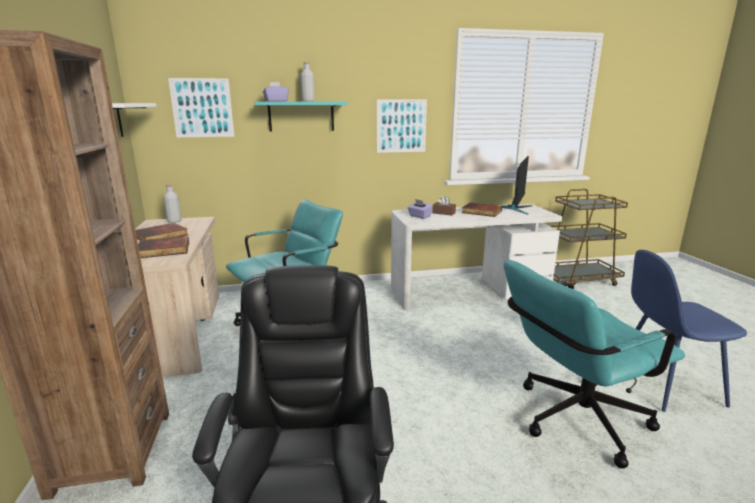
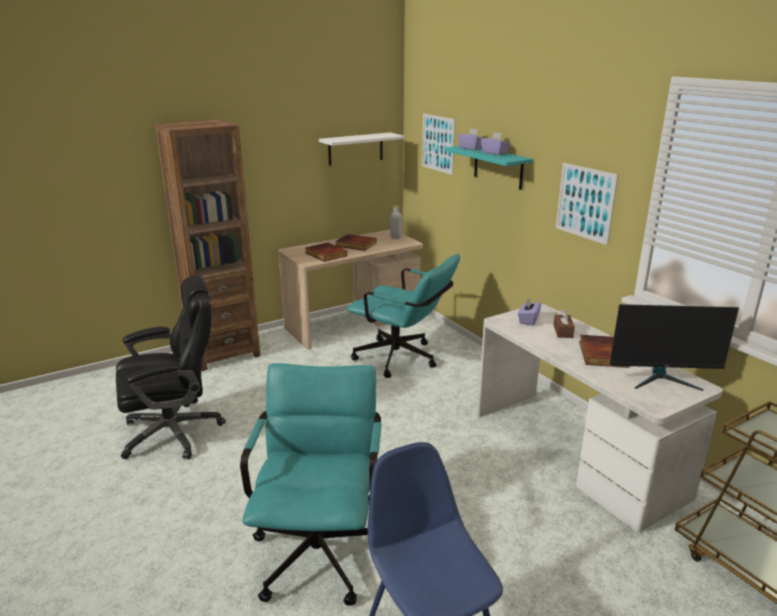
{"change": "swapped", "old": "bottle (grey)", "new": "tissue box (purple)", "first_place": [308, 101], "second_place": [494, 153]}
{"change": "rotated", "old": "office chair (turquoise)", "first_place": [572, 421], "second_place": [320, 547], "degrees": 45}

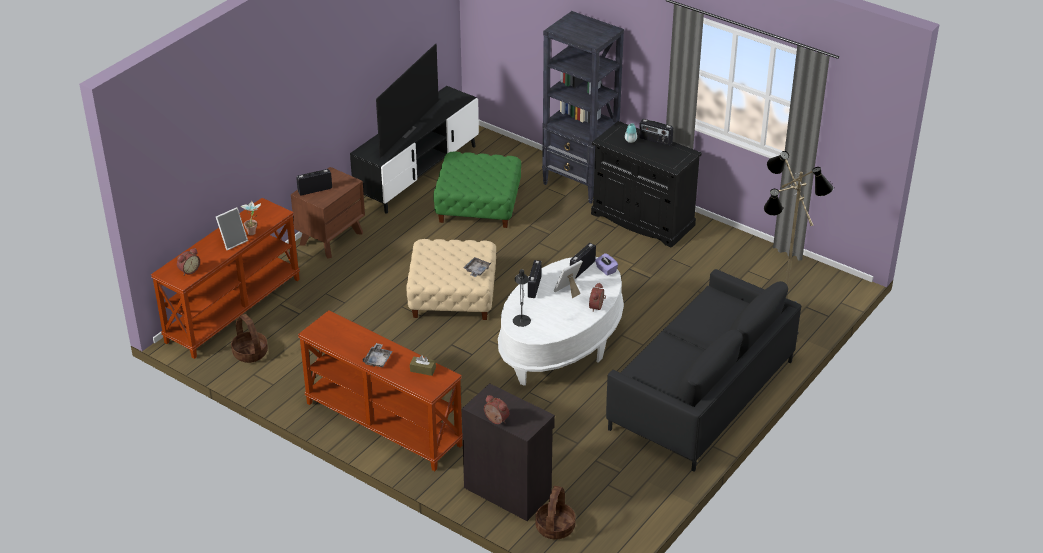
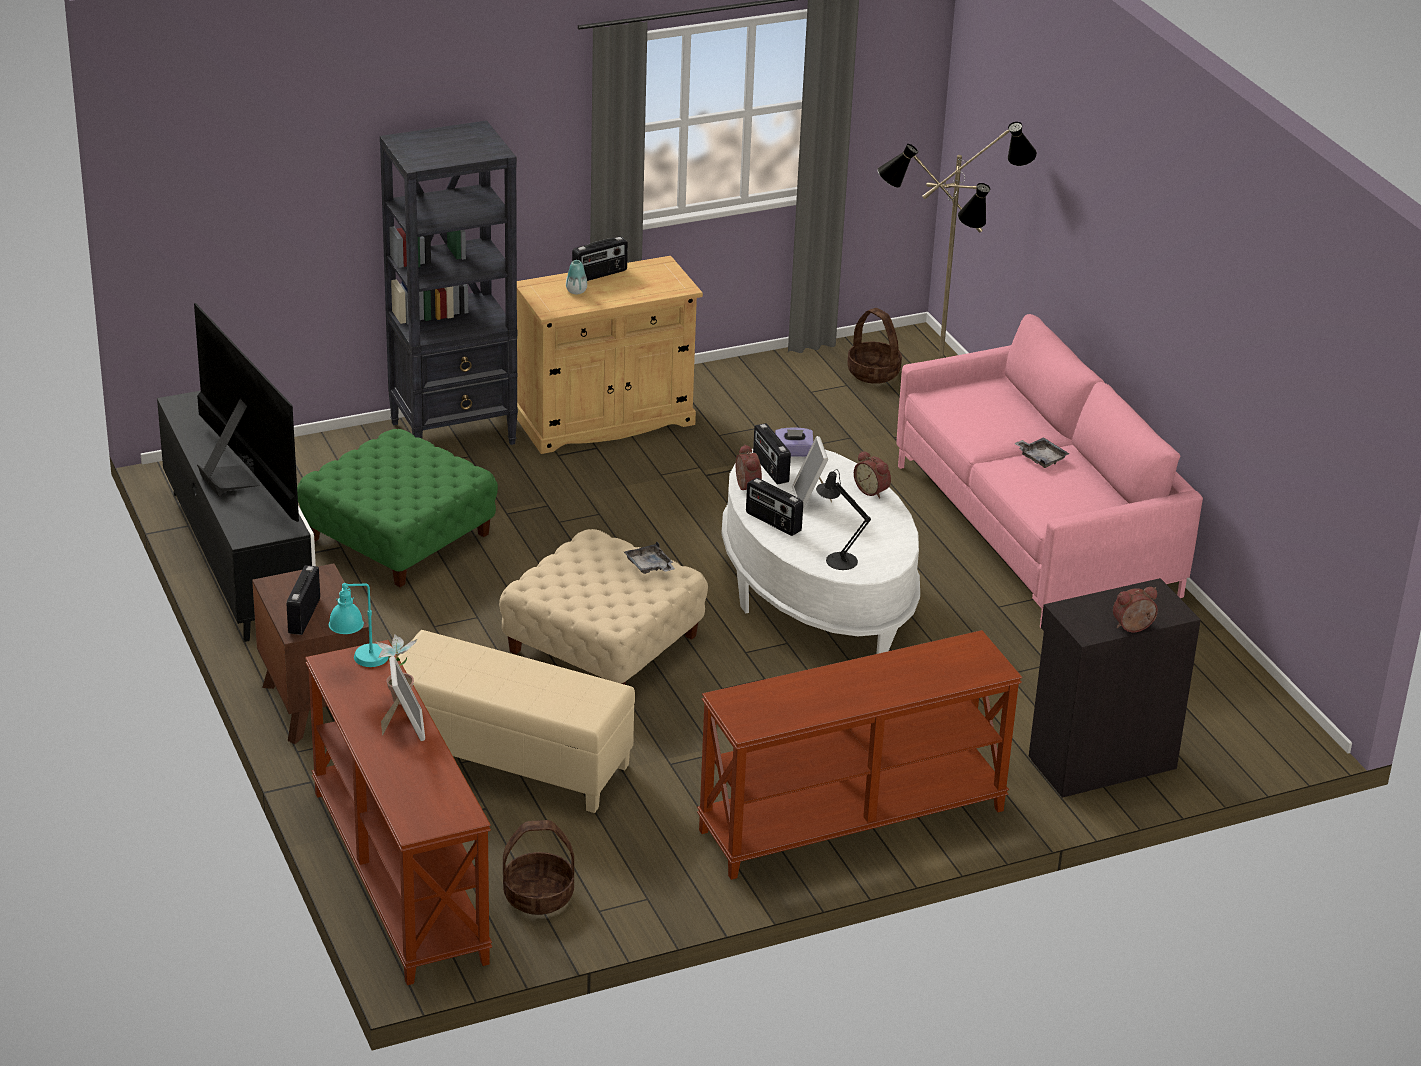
{"change": "shifted", "old": "alarm clock", "first_place": [189, 270], "second_place": [745, 487]}
{"change": "shifted", "old": "tray (grey)", "first_place": [378, 359], "second_place": [1041, 458]}
{"change": "gone", "old": "tissue box (brown)", "first_place": [423, 369]}
{"change": "shifted", "old": "basket", "first_place": [555, 527], "second_place": [874, 372]}
{"change": "repainted", "old": "cabinet (black)", "new": "cabinet (beige)", "first_place": [642, 220], "second_place": [605, 420]}
{"change": "repainted", "old": "sofa (black)", "new": "sofa (pink)", "first_place": [701, 395], "second_place": [1035, 530]}
{"change": "new", "new": "table lamp (turquoise)", "second_place": [360, 663]}
{"change": "new", "new": "ottoman (beige)", "second_place": [506, 759]}

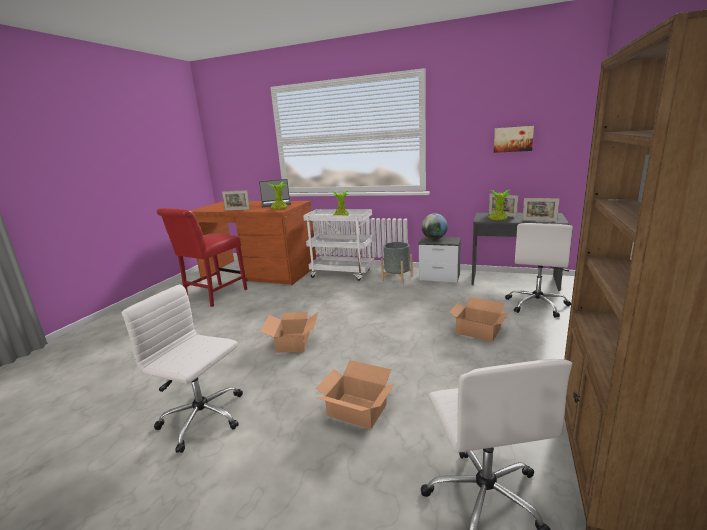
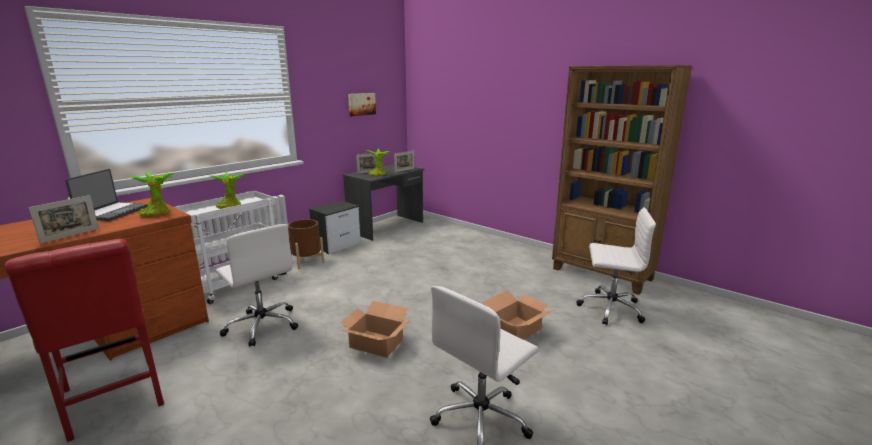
{"change": "repainted", "old": "planter (grey)", "new": "planter (brown)", "first_place": [397, 278], "second_place": [306, 261]}
{"change": "gone", "old": "globe", "first_place": [434, 239]}
{"change": "gone", "old": "cardboard box", "first_place": [478, 331]}
{"change": "shifted", "old": "office chair (white)", "first_place": [536, 305], "second_place": [262, 325]}

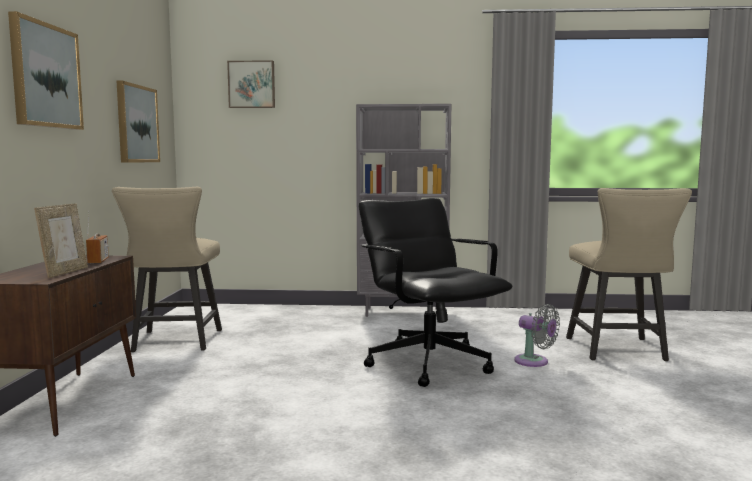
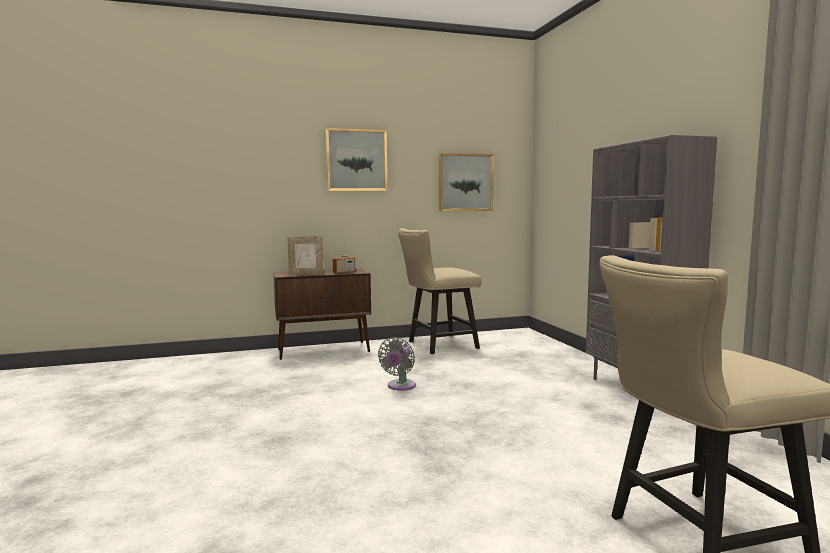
{"change": "gone", "old": "picture", "first_place": [252, 84]}
{"change": "gone", "old": "office chair (black)", "first_place": [429, 363]}
{"change": "shifted", "old": "fan (grey)", "first_place": [534, 362], "second_place": [400, 386]}

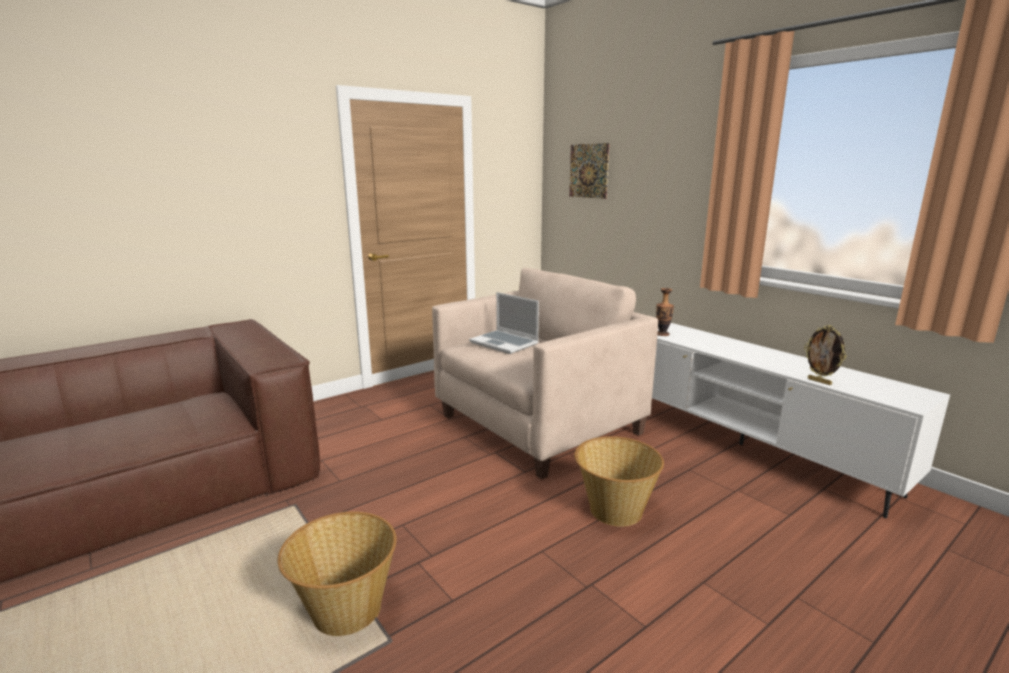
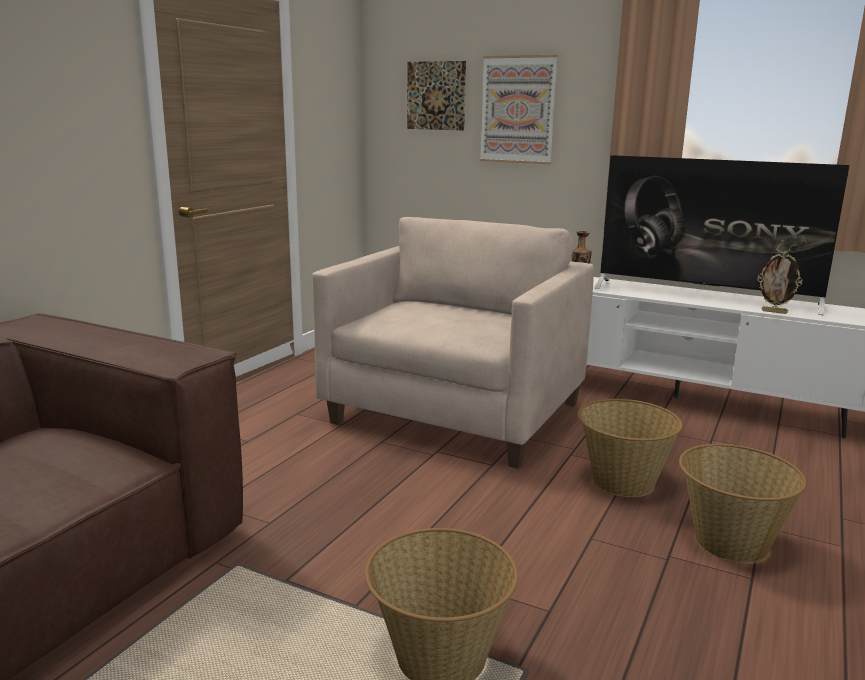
{"change": "gone", "old": "laptop", "first_place": [505, 343]}
{"change": "new", "new": "picture", "second_place": [518, 110]}
{"change": "new", "new": "television", "second_place": [705, 296]}
{"change": "new", "new": "basket", "second_place": [729, 542]}

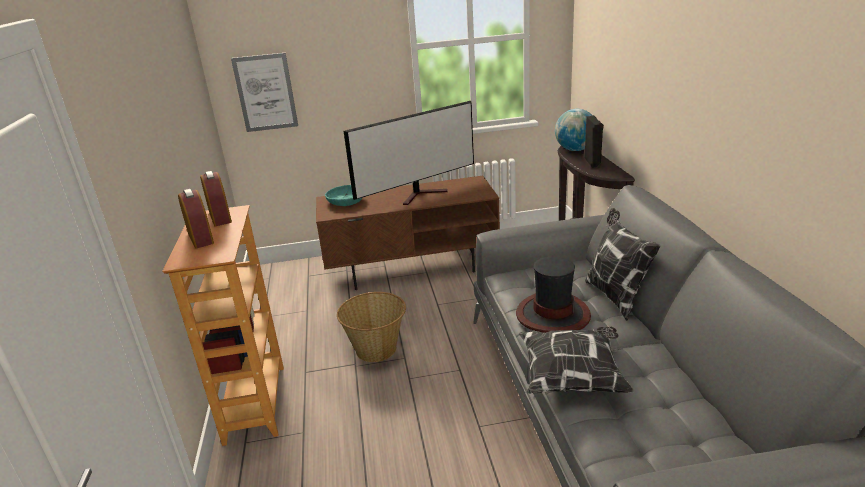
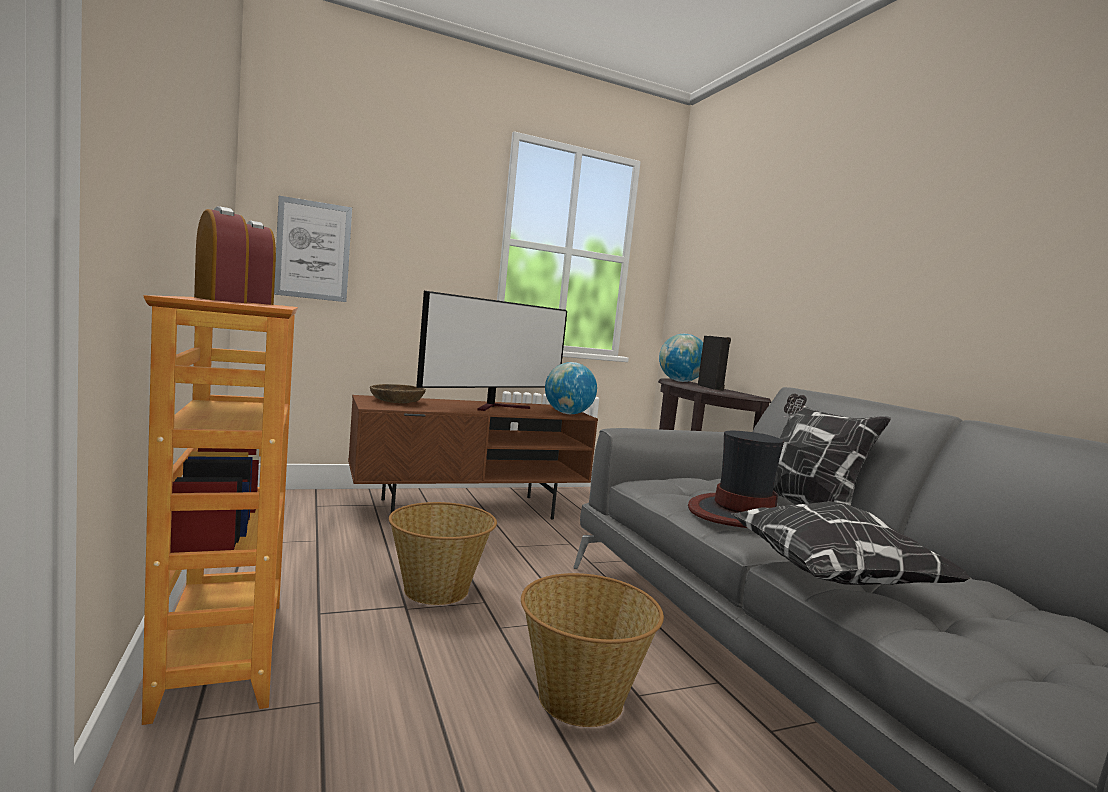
{"change": "repainted", "old": "bowl (turquoise)", "new": "bowl (brown)", "first_place": [346, 201], "second_place": [397, 401]}
{"change": "new", "new": "basket", "second_place": [580, 697]}
{"change": "new", "new": "globe", "second_place": [568, 413]}

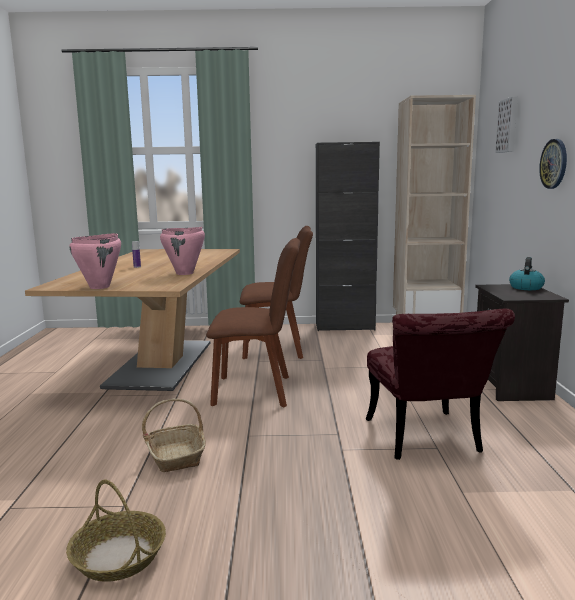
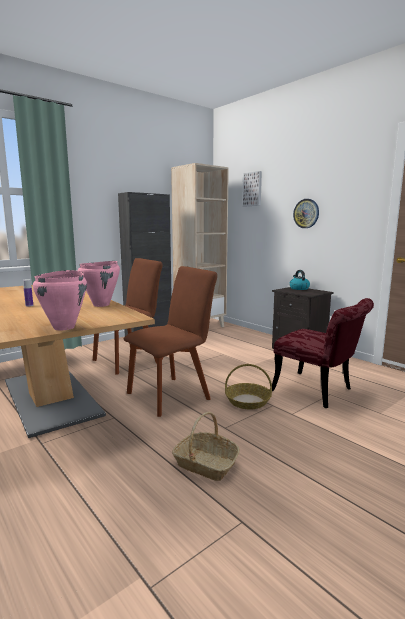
{"change": "shifted", "old": "basket", "first_place": [118, 556], "second_place": [247, 401]}

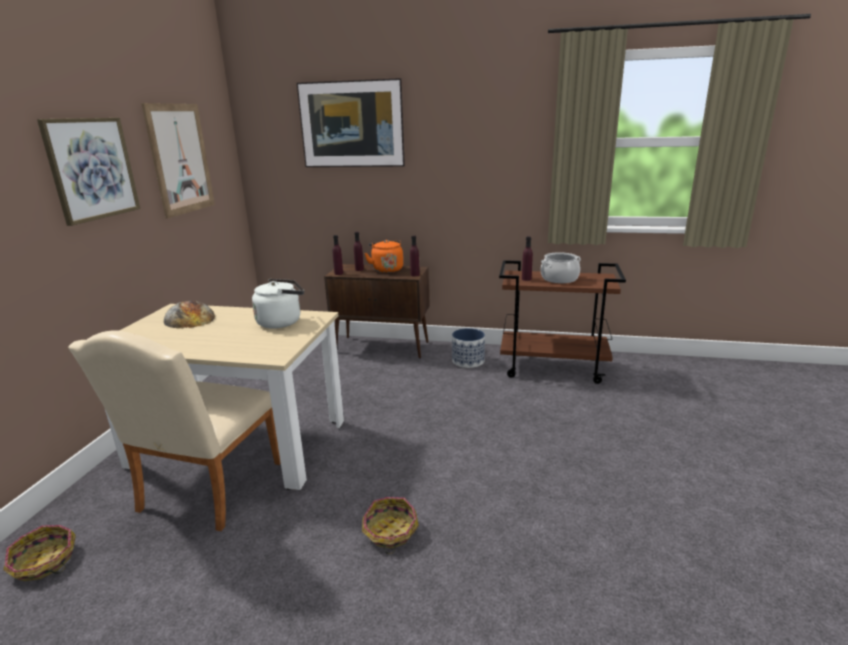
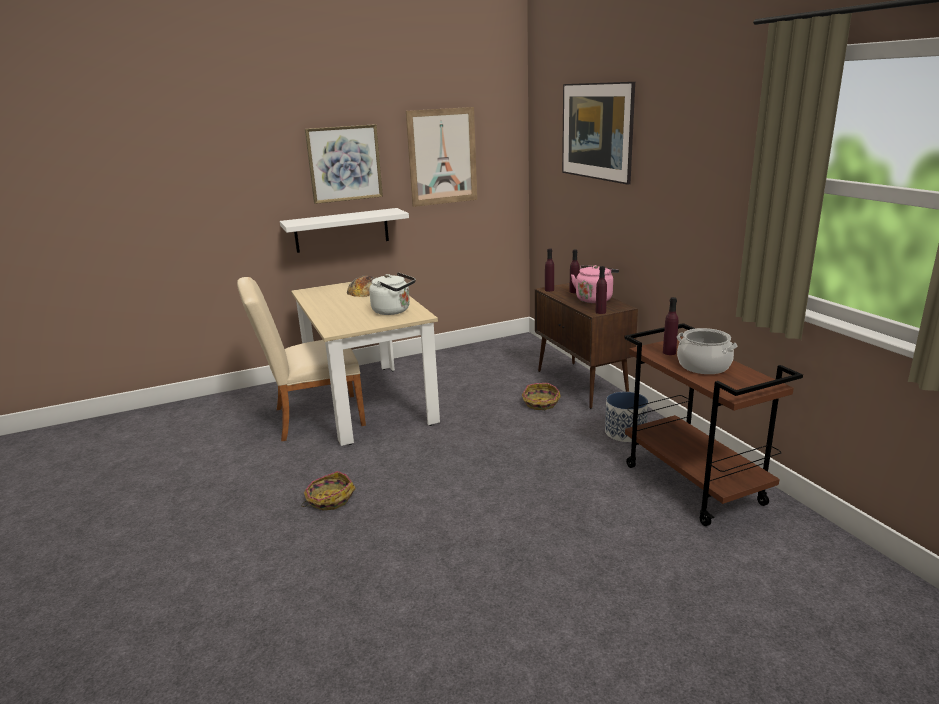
{"change": "shifted", "old": "basket", "first_place": [44, 563], "second_place": [540, 404]}
{"change": "repainted", "old": "kettle (orange)", "new": "kettle (pink)", "first_place": [386, 269], "second_place": [594, 299]}
{"change": "new", "new": "shelf (white)", "second_place": [342, 230]}

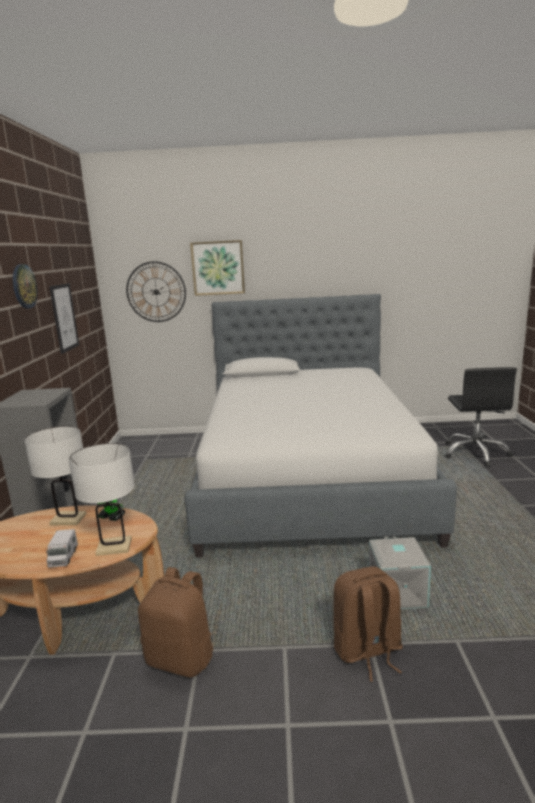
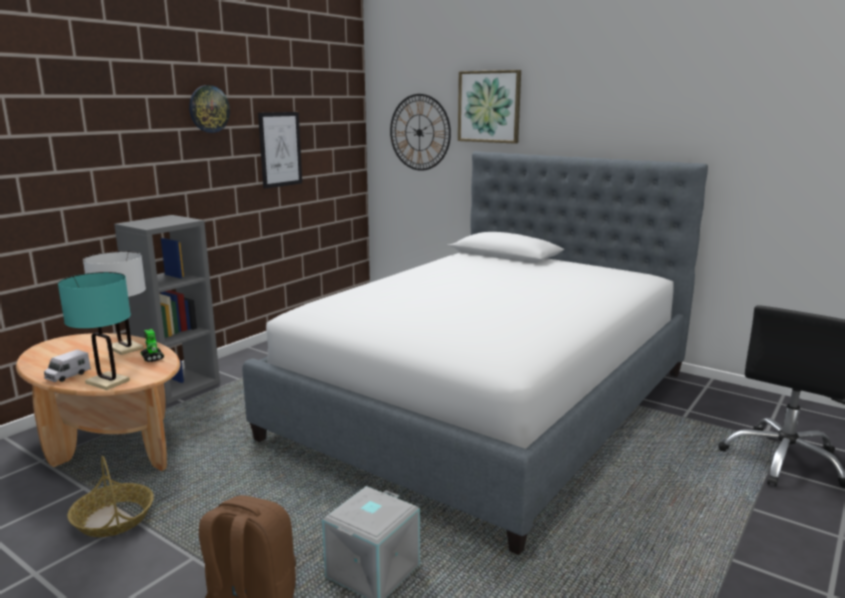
{"change": "repainted", "old": "table lamp (white)", "new": "table lamp (turquoise)", "first_place": [114, 547], "second_place": [107, 382]}
{"change": "swapped", "old": "backpack (brown)", "new": "basket", "first_place": [181, 658], "second_place": [114, 519]}

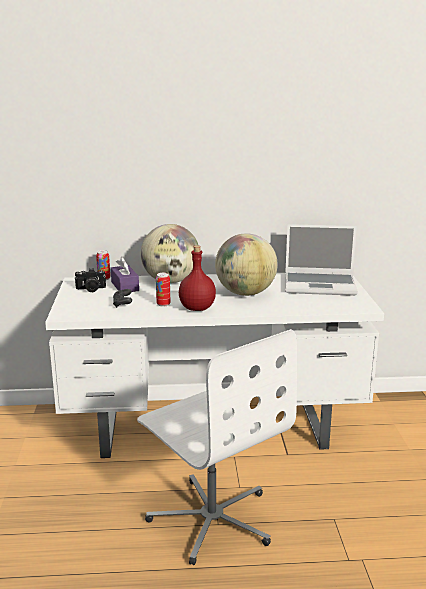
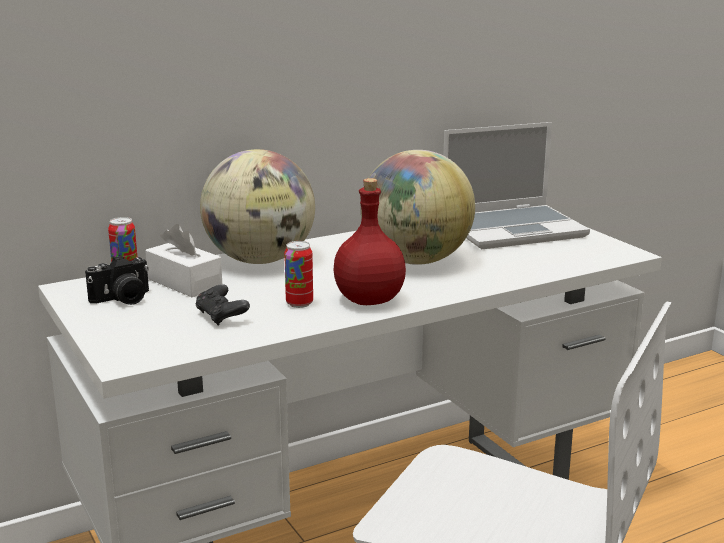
{"change": "repainted", "old": "tissue box (purple)", "new": "tissue box (white)", "first_place": [125, 286], "second_place": [184, 283]}

